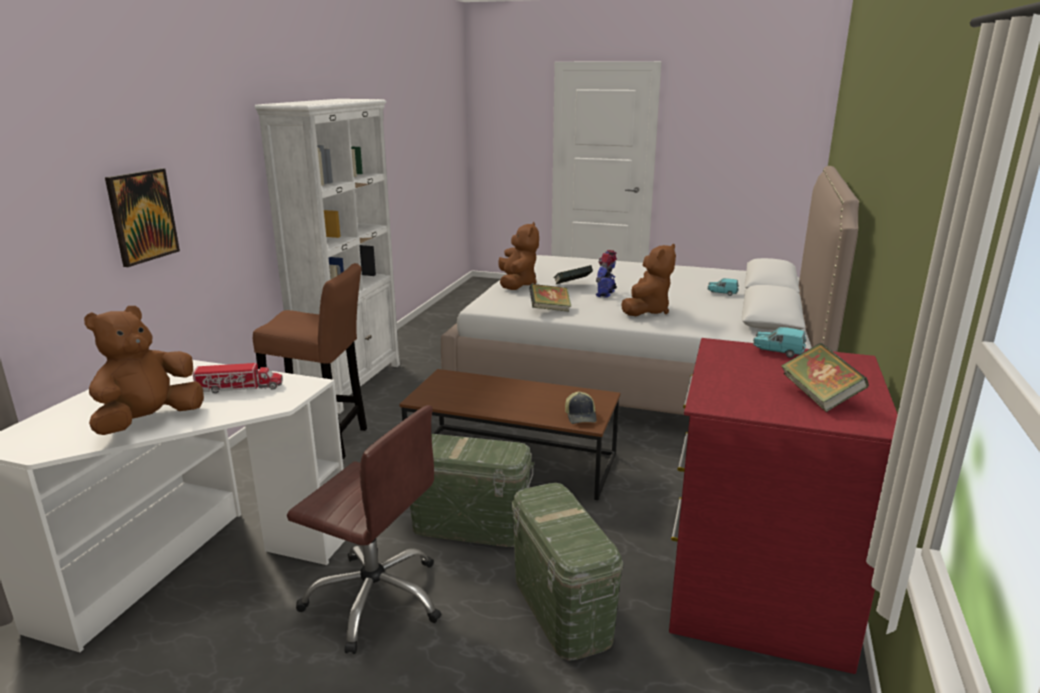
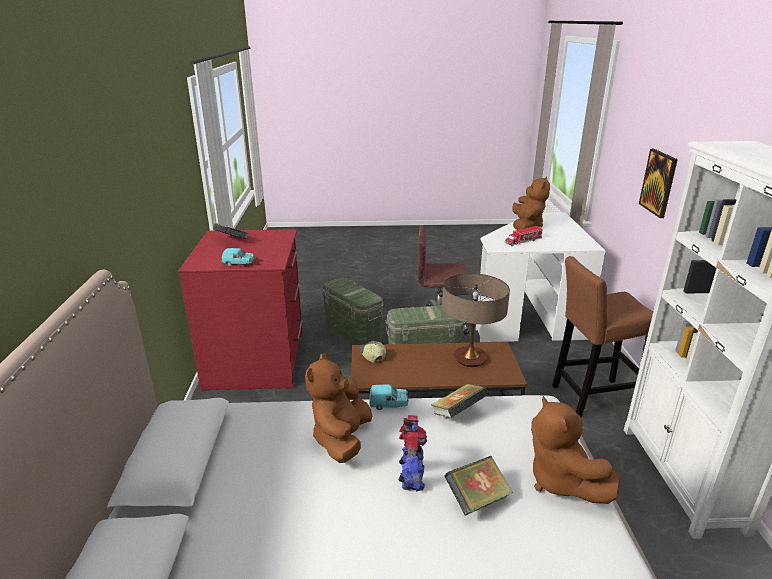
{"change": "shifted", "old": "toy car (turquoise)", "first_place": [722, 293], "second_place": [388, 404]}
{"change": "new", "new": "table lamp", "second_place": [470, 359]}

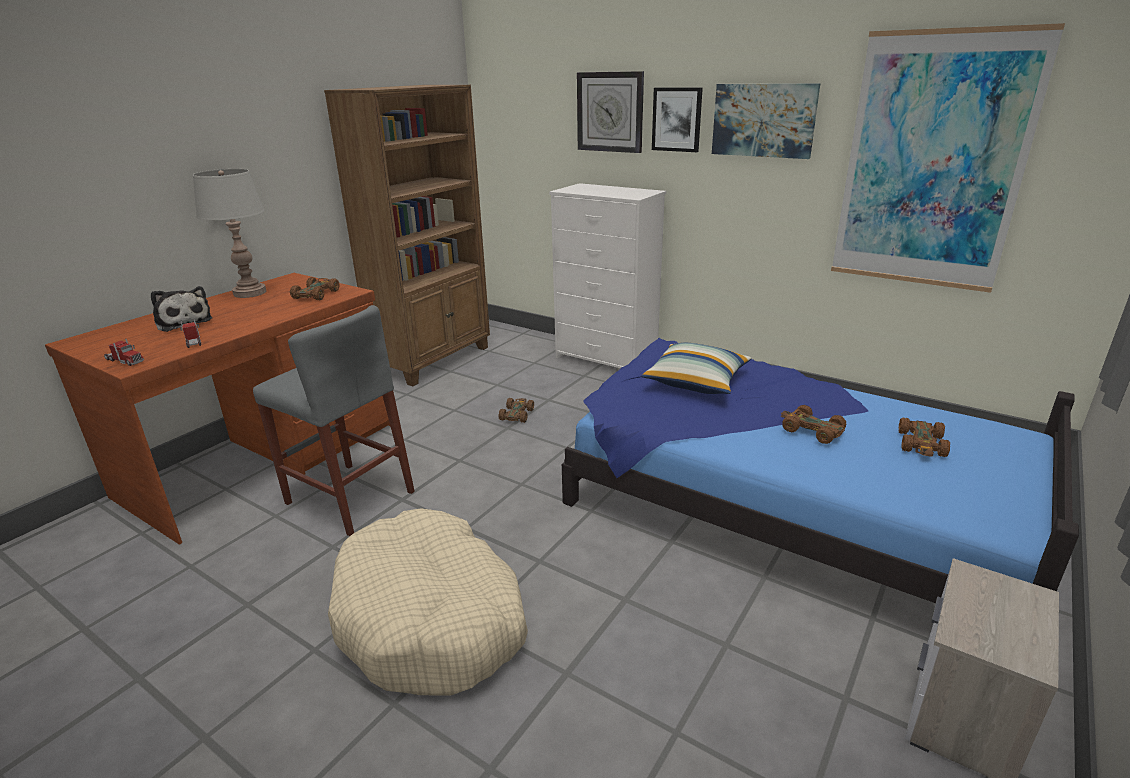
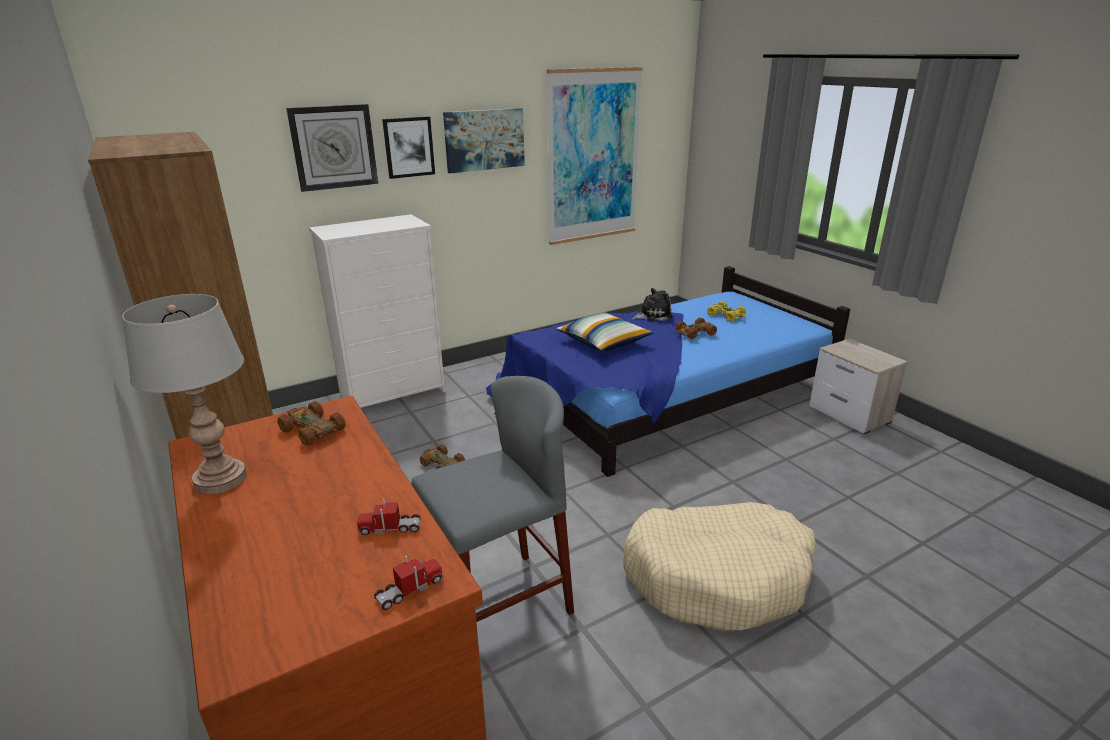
{"change": "shifted", "old": "plush toy", "first_place": [183, 322], "second_place": [652, 315]}
{"change": "repainted", "old": "toy car (brown)", "new": "toy car (yellow)", "first_place": [922, 444], "second_place": [726, 315]}

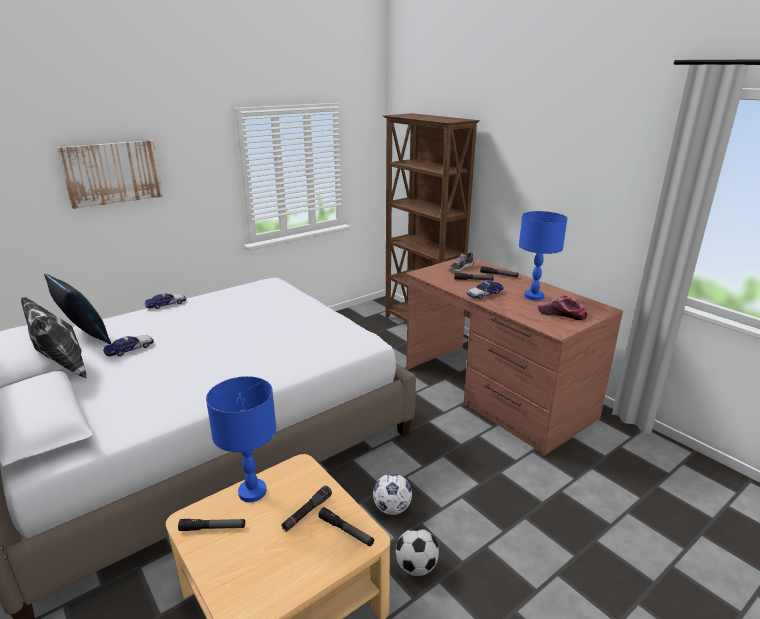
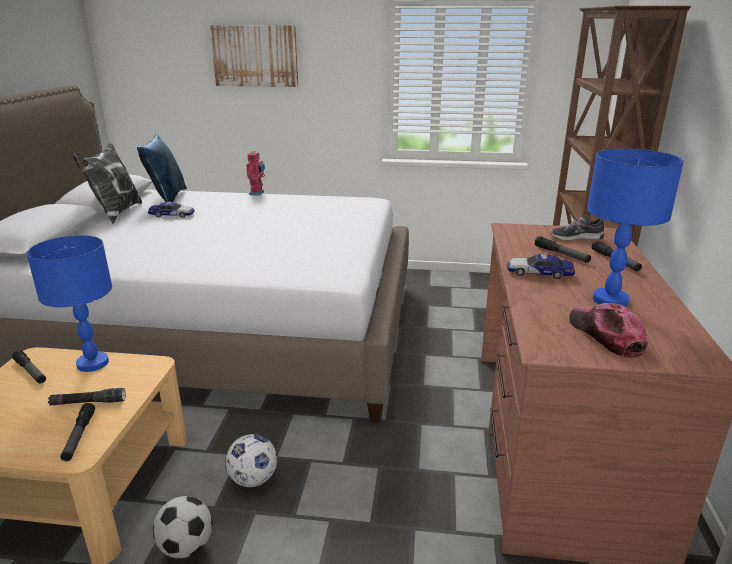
{"change": "swapped", "old": "toy car", "new": "toy robot", "first_place": [166, 304], "second_place": [257, 193]}

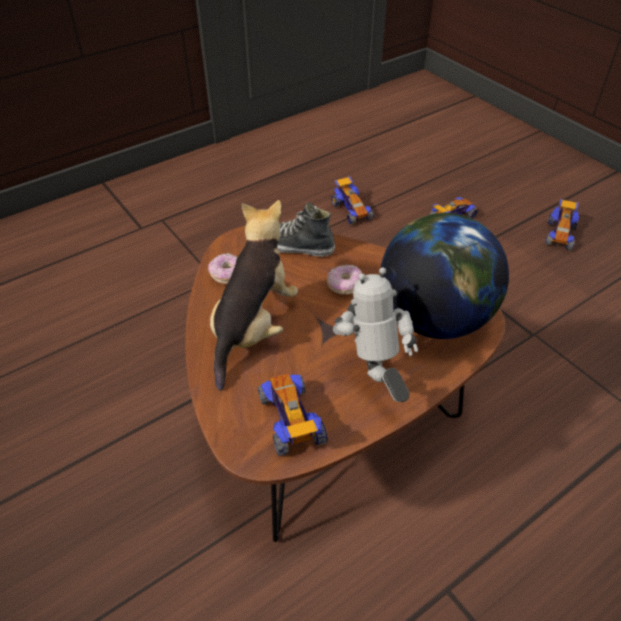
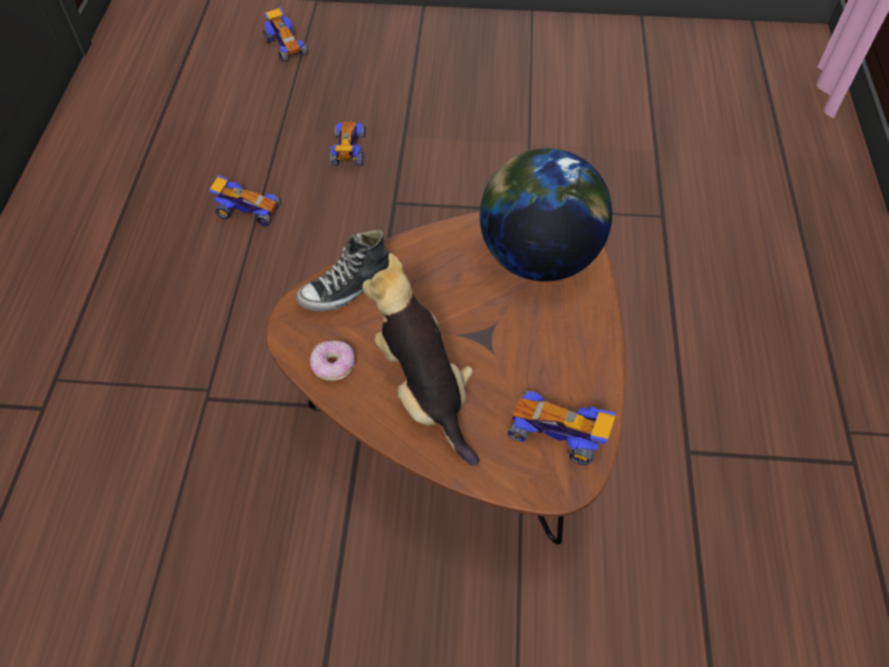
{"change": "gone", "old": "donut", "first_place": [344, 286]}
{"change": "gone", "old": "toy robot", "first_place": [373, 381]}
{"change": "shifted", "old": "toy car", "first_place": [559, 234], "second_place": [285, 46]}

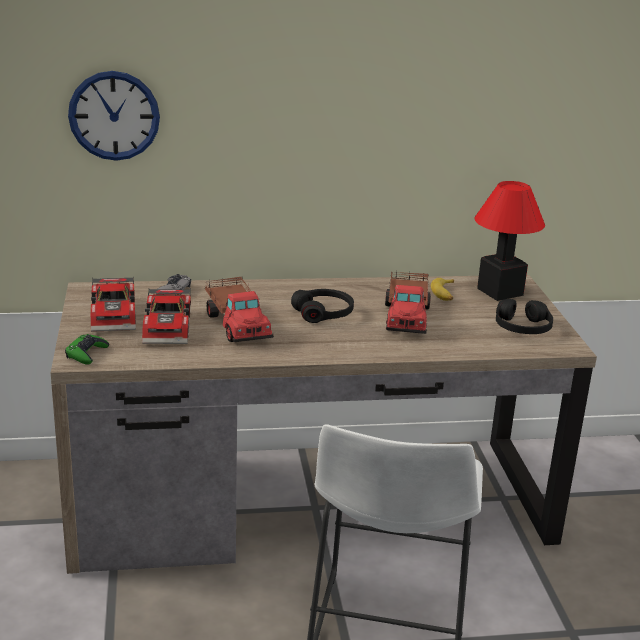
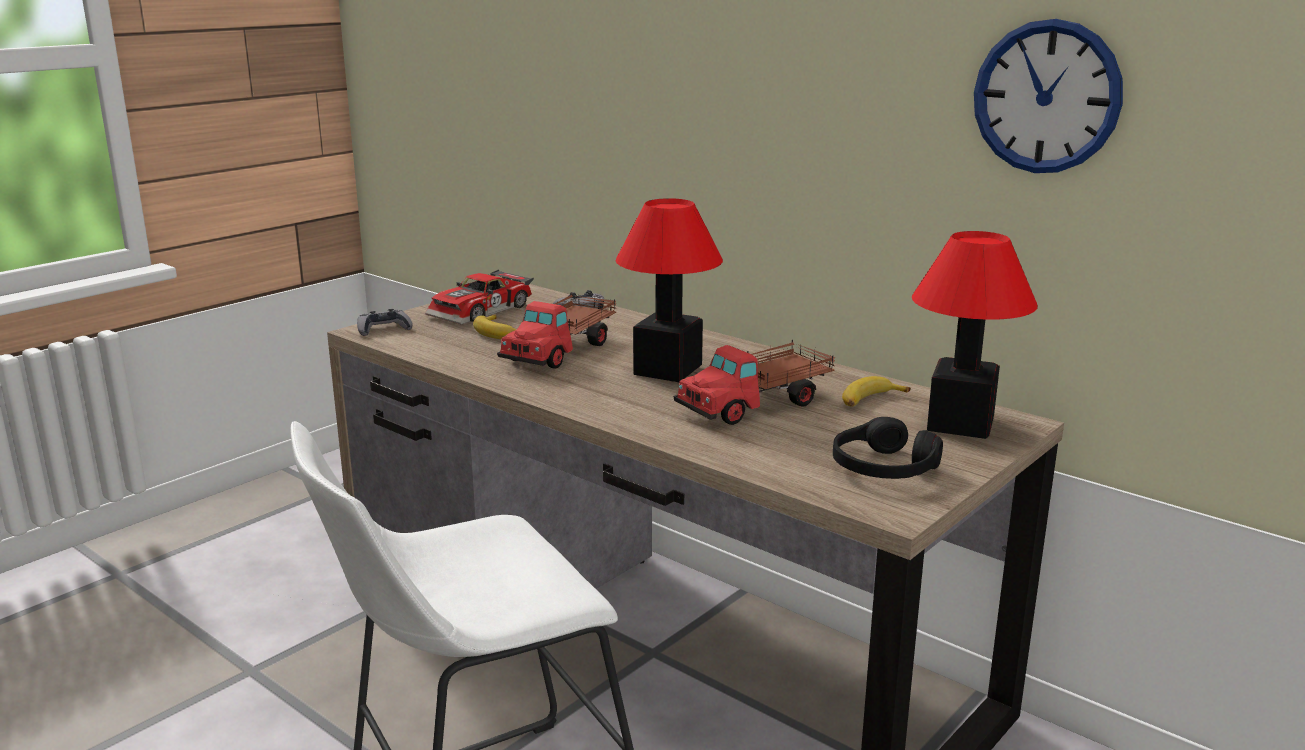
{"change": "repainted", "old": "game controller (green)", "new": "game controller (grey)", "first_place": [86, 354], "second_place": [383, 329]}
{"change": "shifted", "old": "wall clock", "first_place": [114, 116], "second_place": [1046, 97]}
{"change": "swapped", "old": "toy car", "new": "banana", "first_place": [170, 327], "second_place": [498, 333]}
{"change": "swapped", "old": "headphones (black)", "new": "table lamp", "first_place": [323, 313], "second_place": [669, 370]}

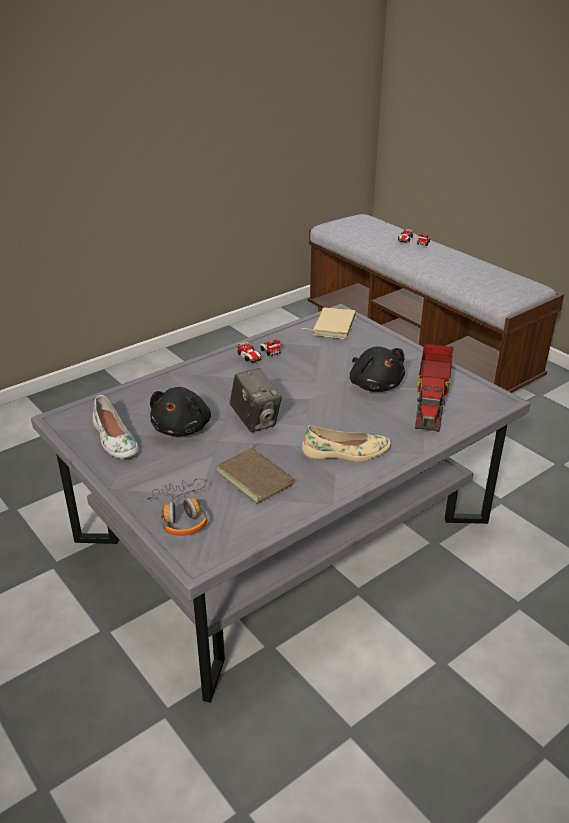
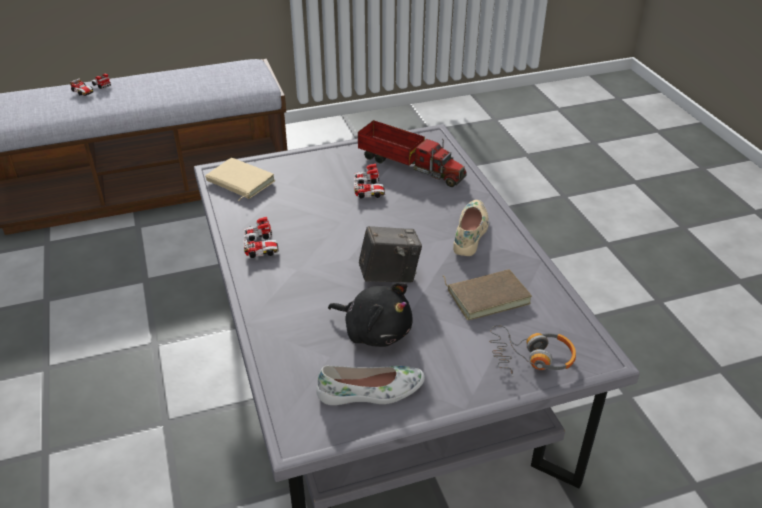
{"change": "swapped", "old": "plush toy (black)", "new": "toy car", "first_place": [375, 385], "second_place": [368, 188]}

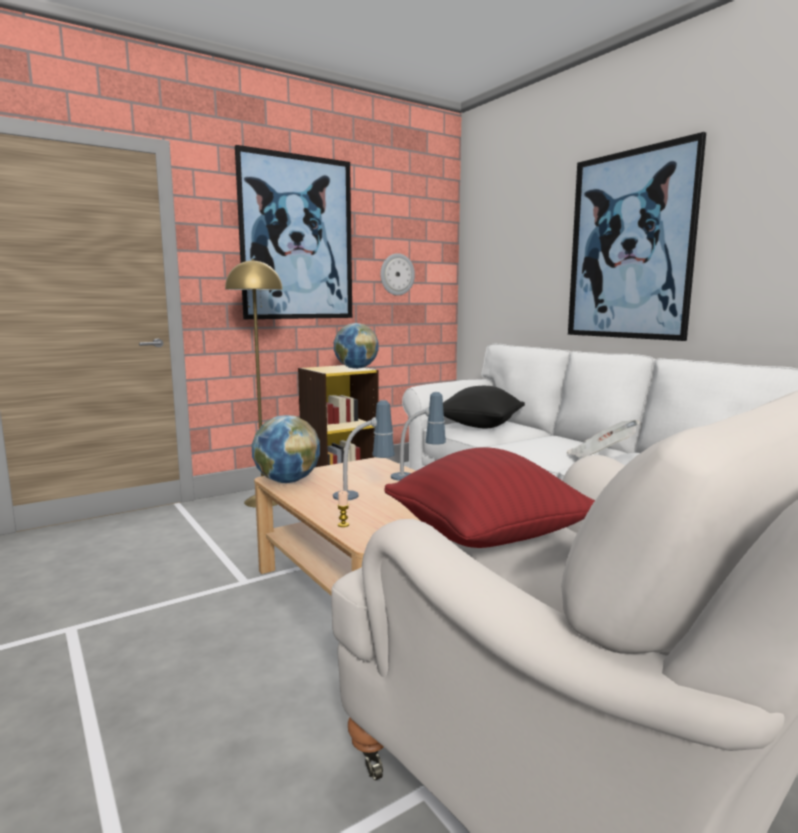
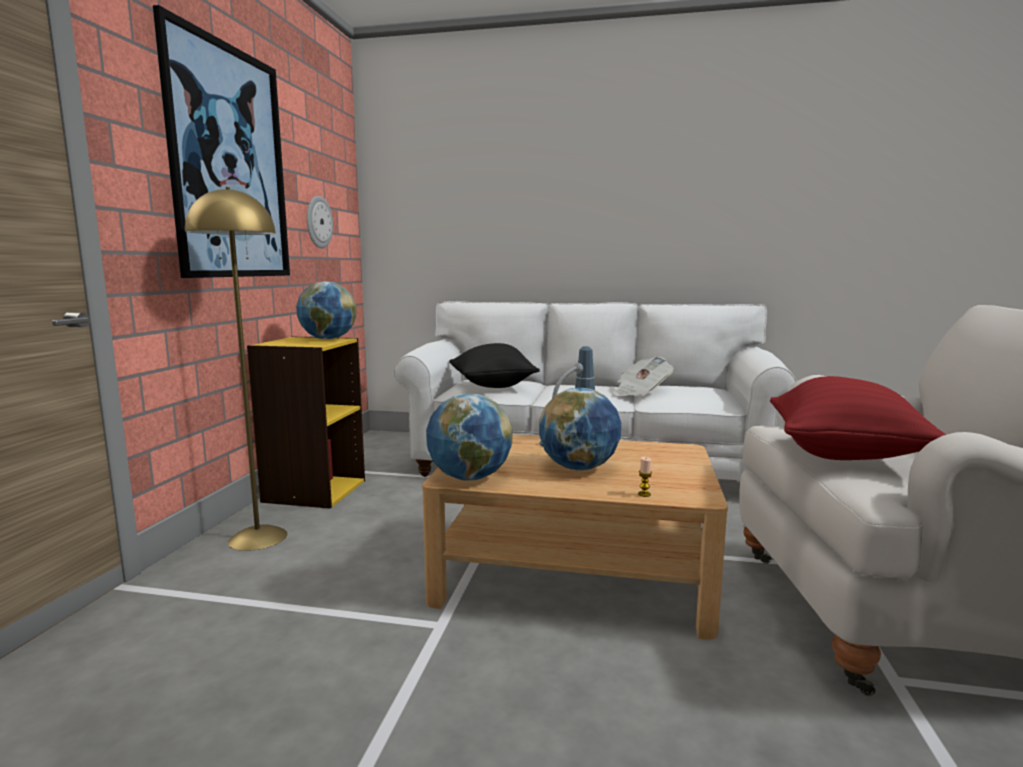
{"change": "swapped", "old": "table lamp", "new": "globe", "first_place": [363, 496], "second_place": [579, 468]}
{"change": "gone", "old": "picture", "first_place": [630, 246]}

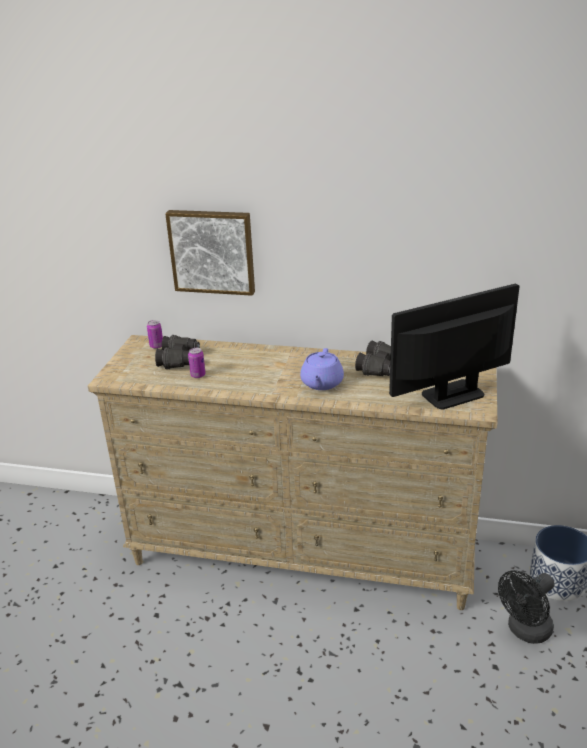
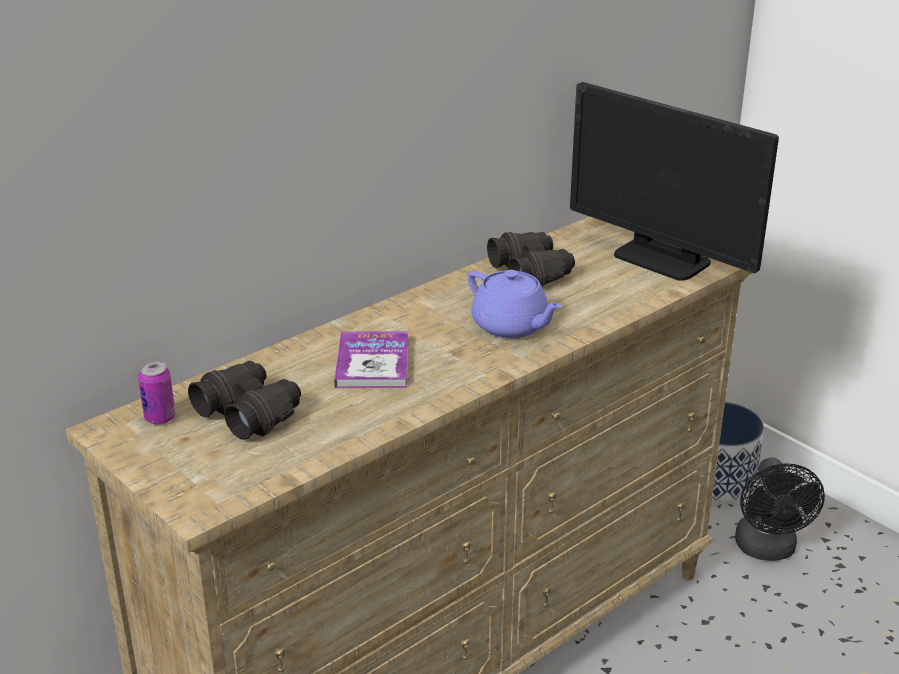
{"change": "gone", "old": "picture", "first_place": [212, 251]}
{"change": "gone", "old": "can", "first_place": [198, 375]}
{"change": "rotated", "old": "monitor", "first_place": [452, 394], "second_place": [662, 259], "degrees": -60}
{"change": "new", "new": "book", "second_place": [372, 362]}

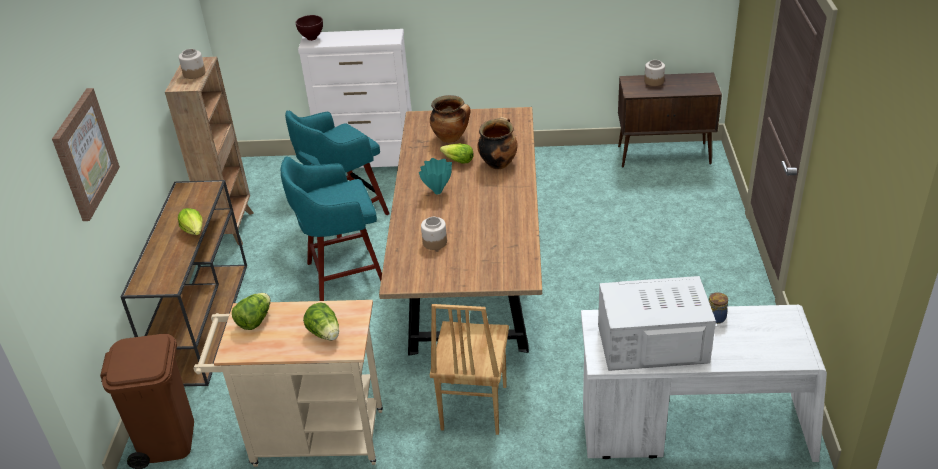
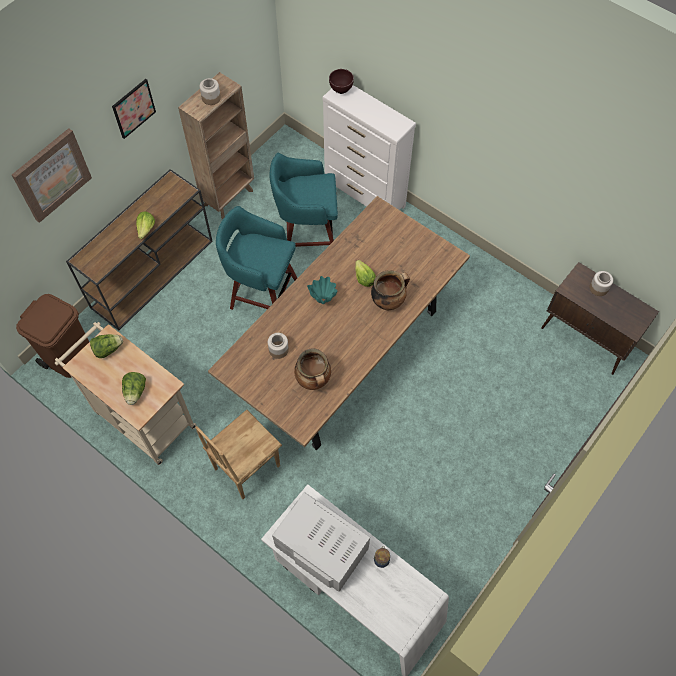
{"change": "shifted", "old": "cooking pot", "first_place": [451, 138], "second_place": [314, 380]}
{"change": "new", "new": "picture", "second_place": [133, 108]}

